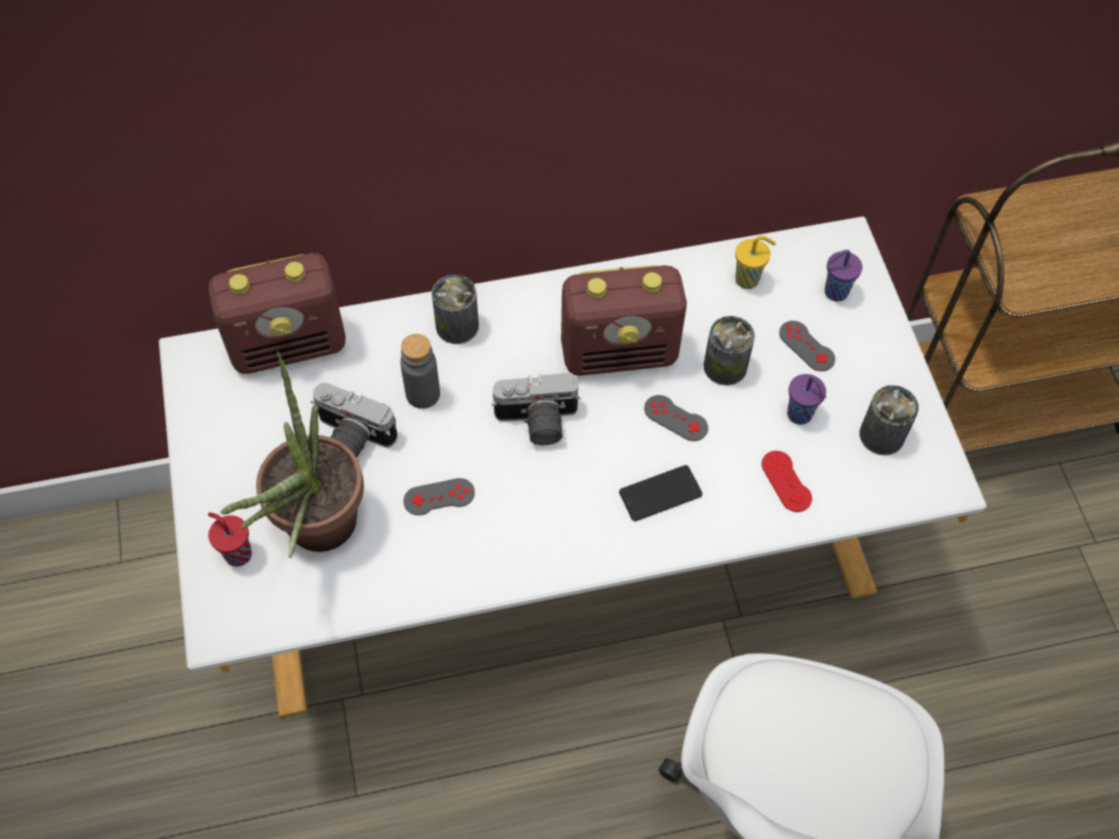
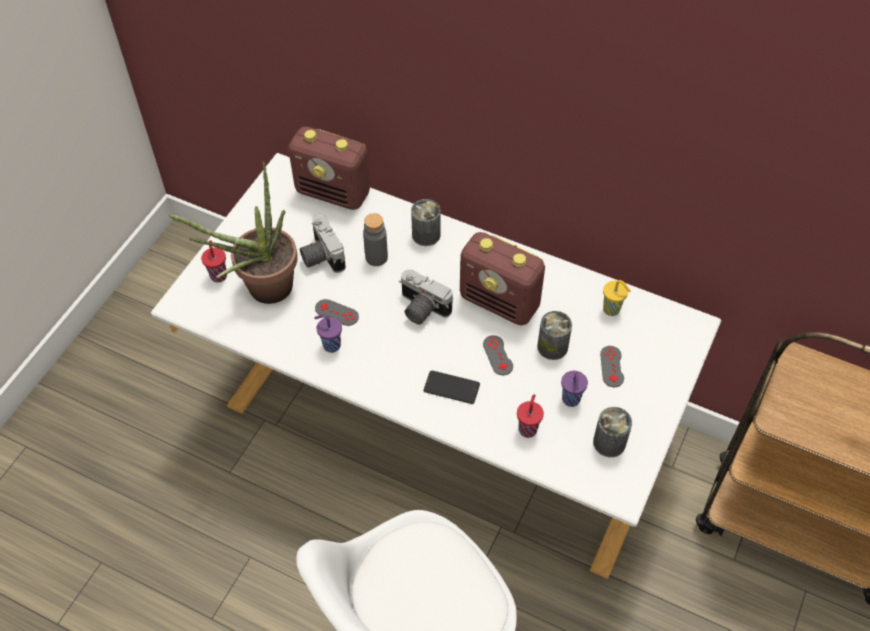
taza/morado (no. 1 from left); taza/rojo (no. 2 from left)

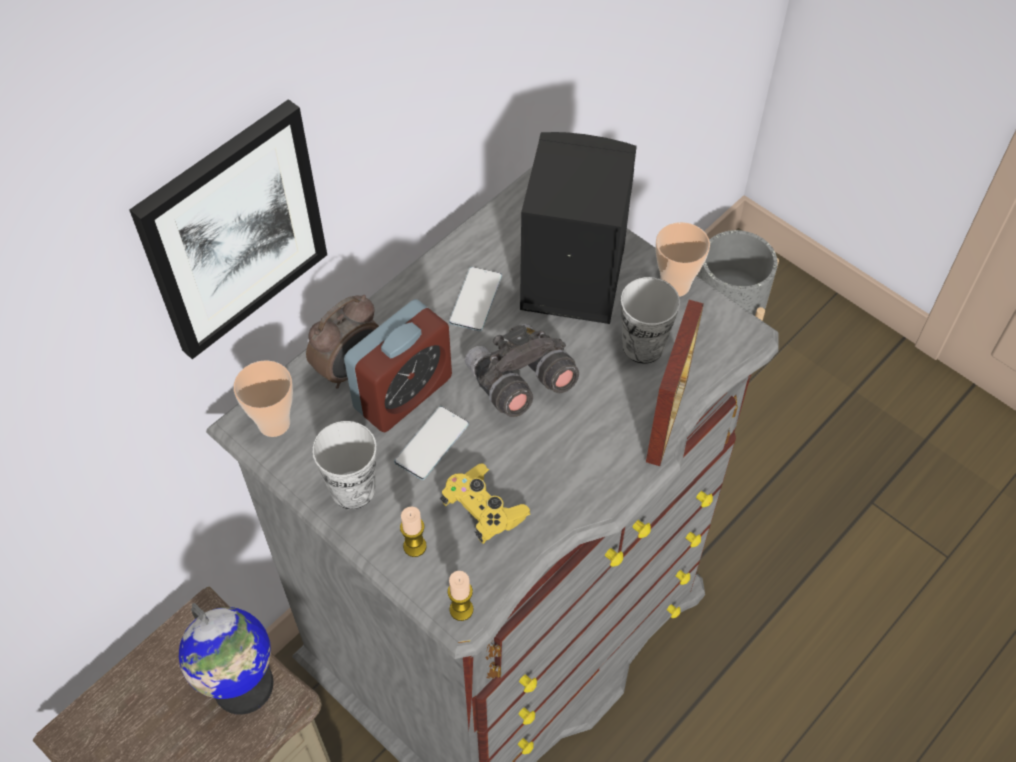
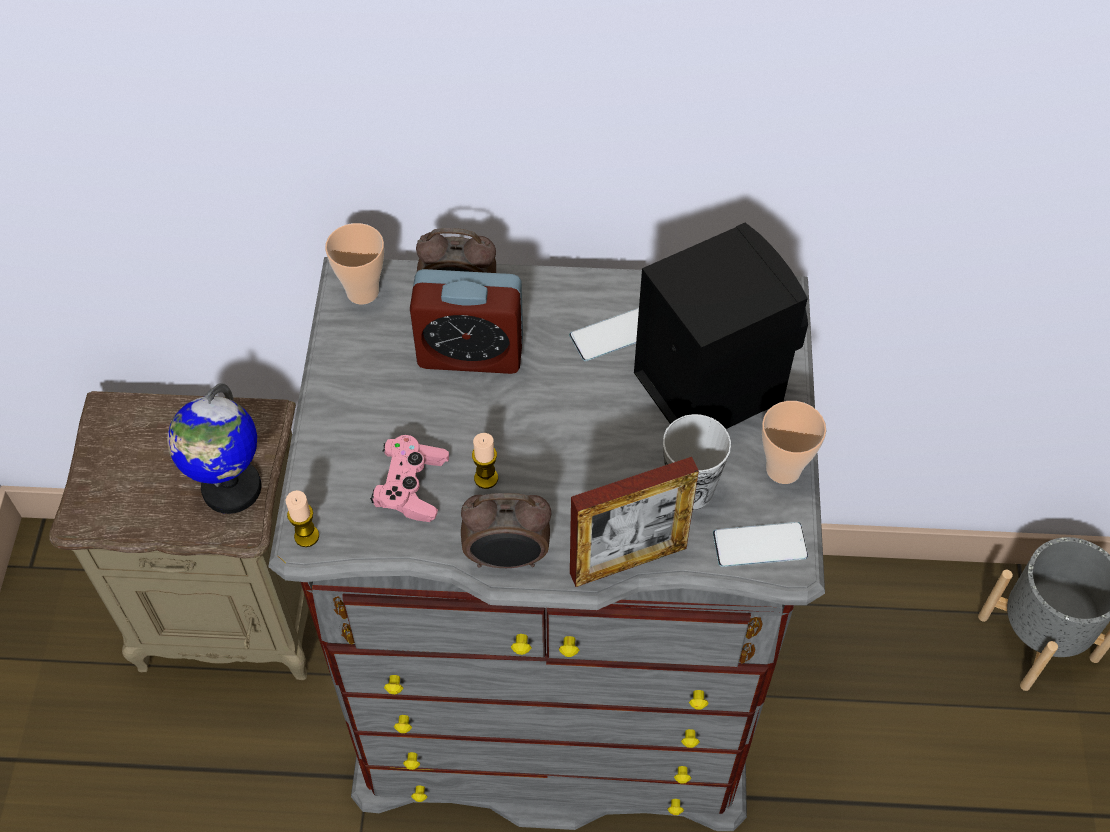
mando de consola/rosa; despertador (no. 3 from left); vela (no. 2 from left); móvil (no. 2 from left); cuadro; taza (no. 2 from left in the first image); prismáticos/gris

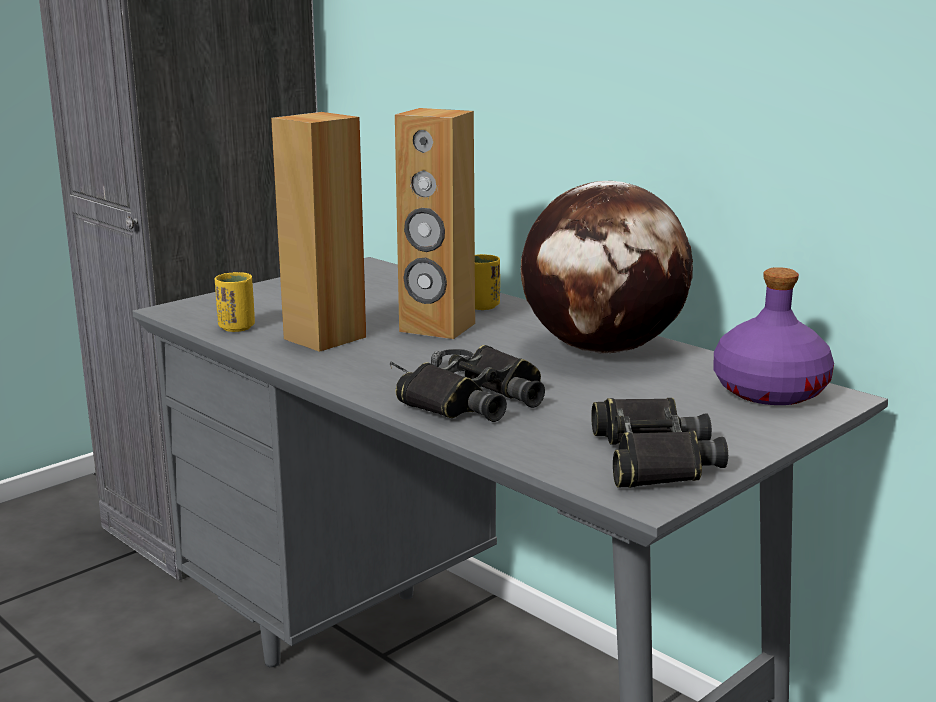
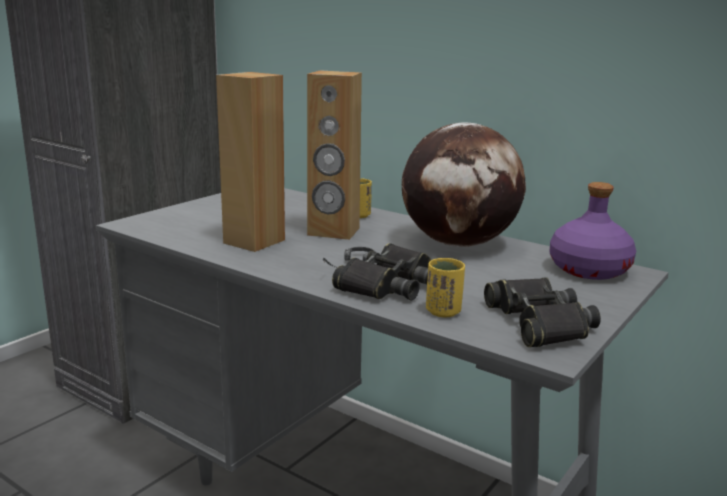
taza/amarillo (no. 2 from left)

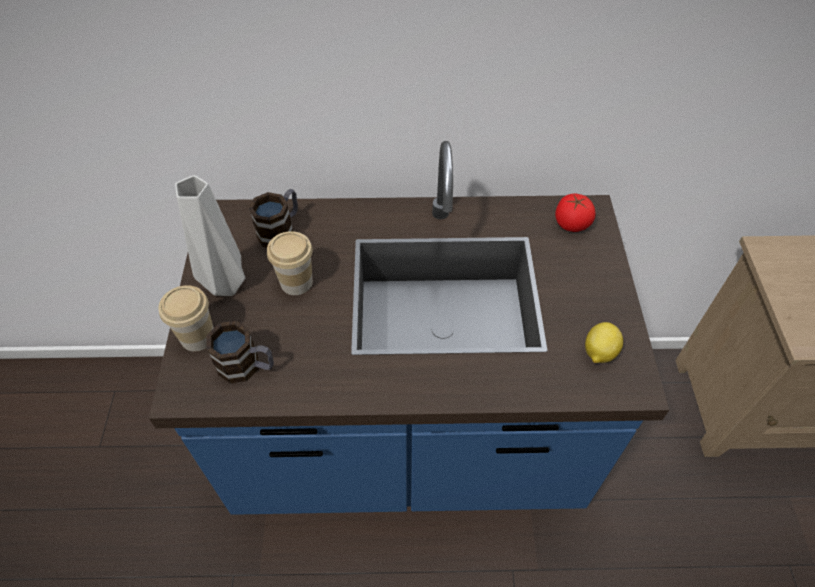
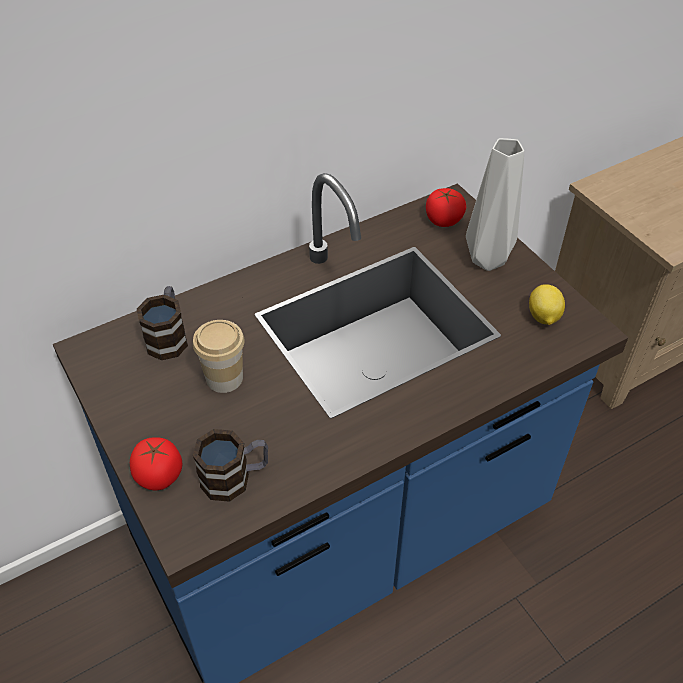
tomate (no. 1 from left); florero/gris

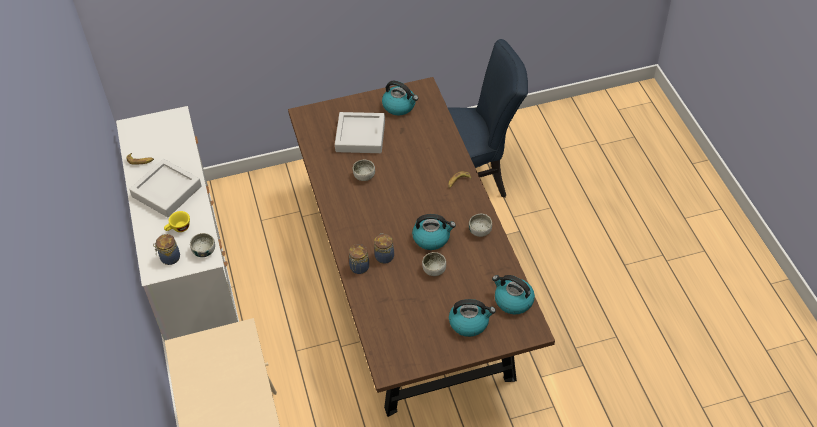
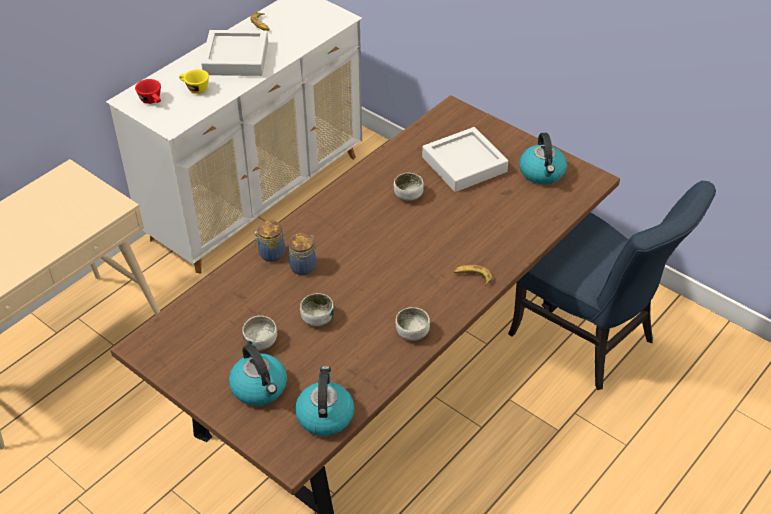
taza/rojo; cuenco (no. 1 from left); hervidor (no. 2 from left in the first image)

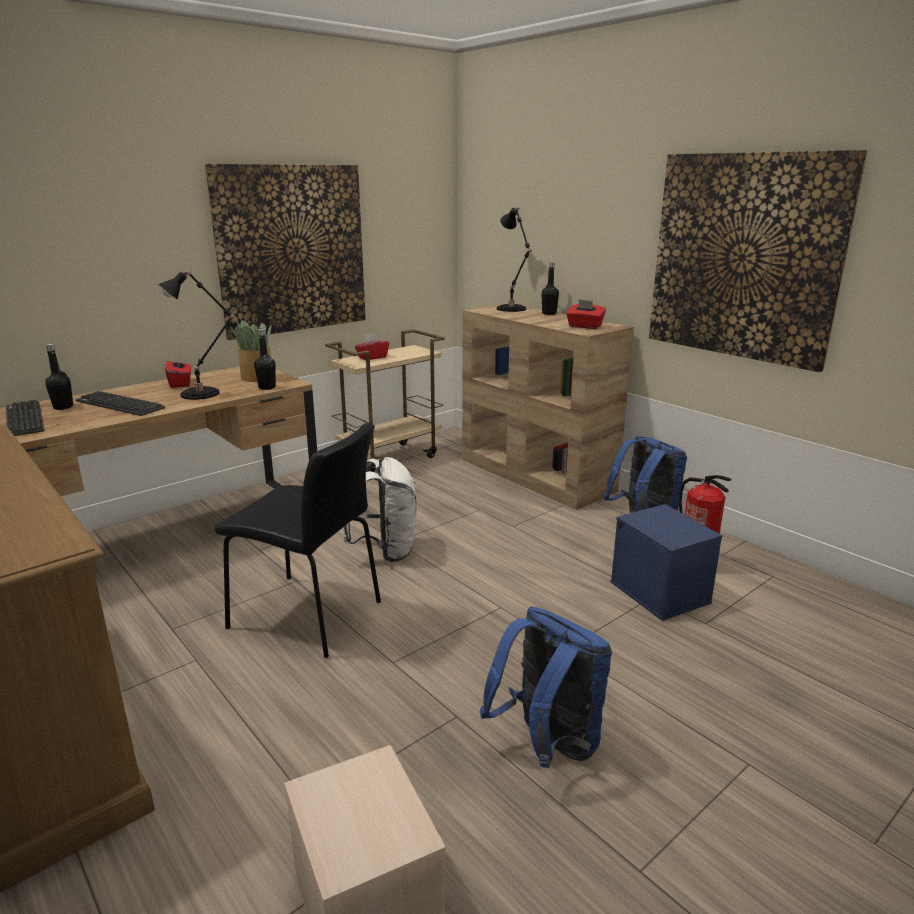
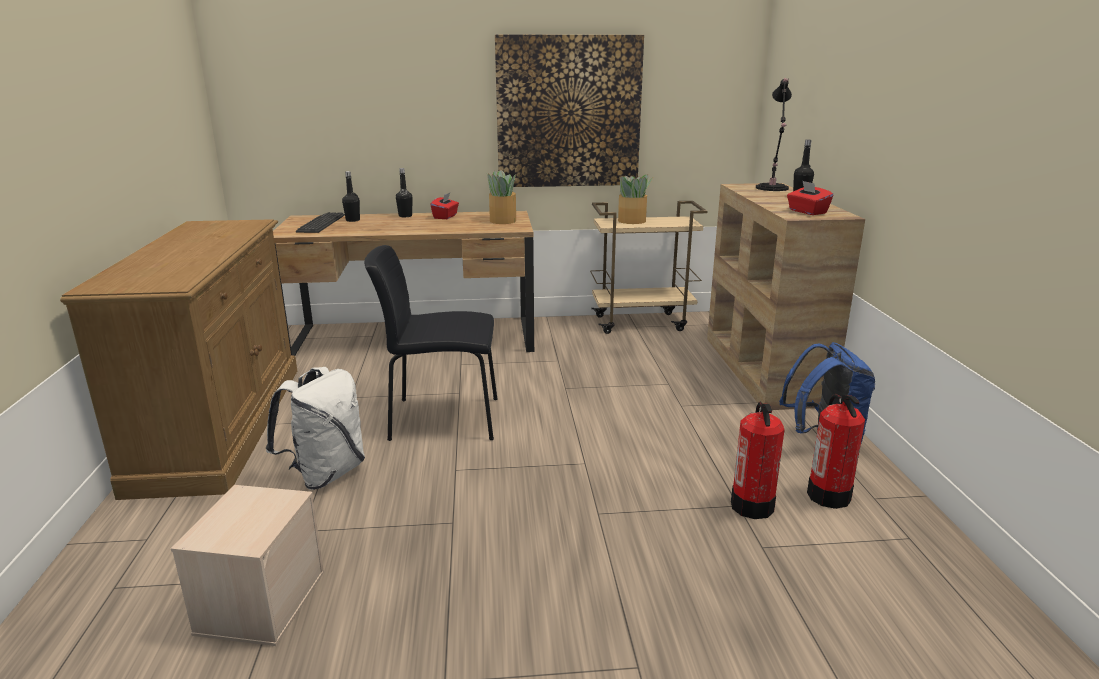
mochila/blanco; silla/negro; botella/negro (no. 2 from left); planta en maceta (no. 2 from left); extintor (no. 1 from left); teclado (no. 2 from left in the first image); lámpara de mesa/negro (no. 1 from left in the first image); mochila/azul (no. 1 from left in the first image); cuadro (no. 2 from left in the first image)

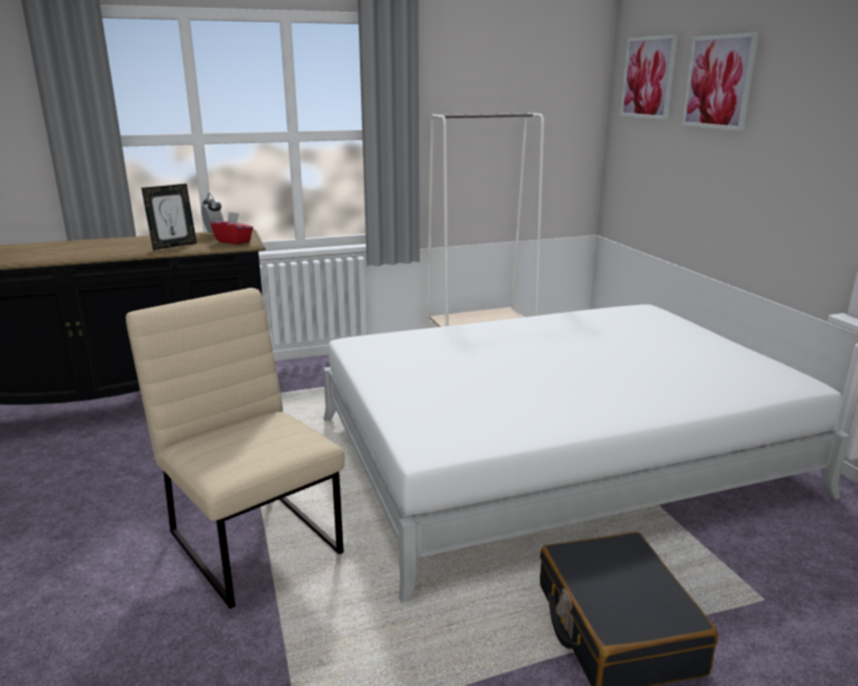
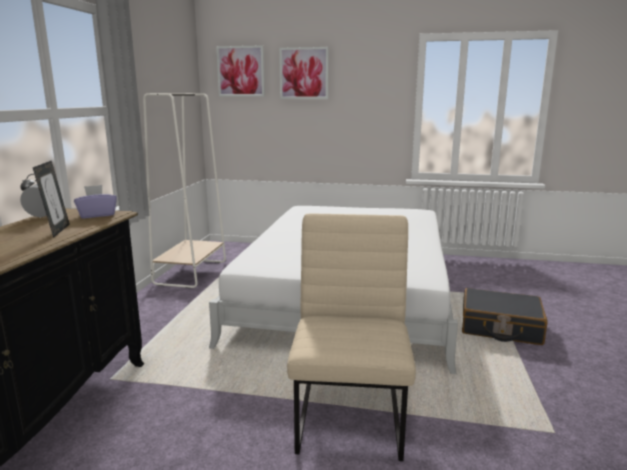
caja de pañuelos/morado; silla/beis

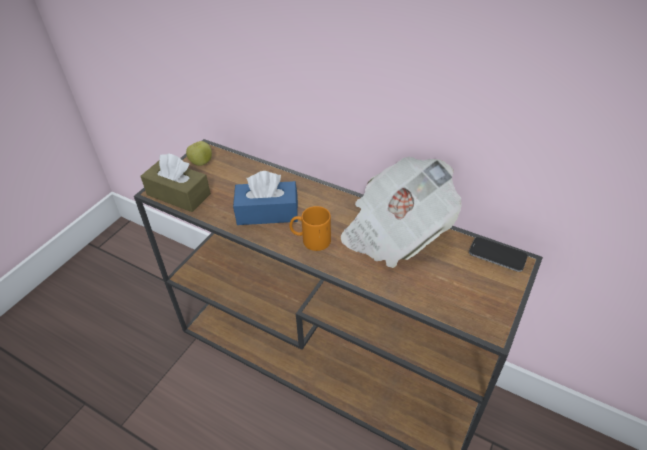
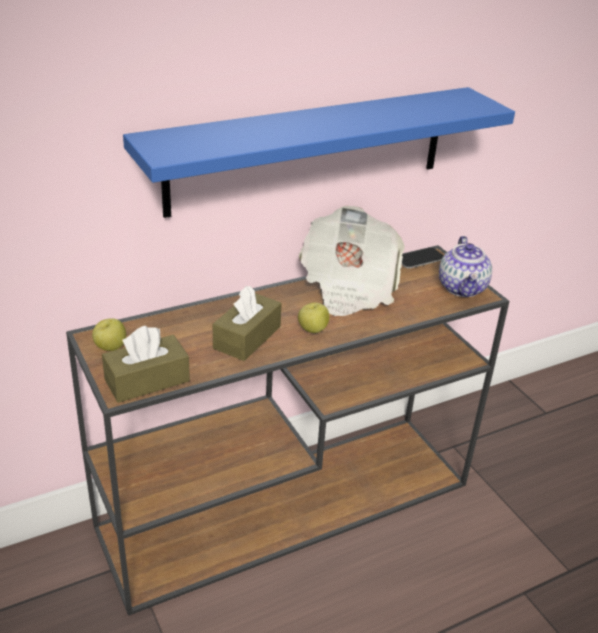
estante/azul; caja de pañuelos/marrón (no. 2 from left); manzana (no. 2 from left); tetera

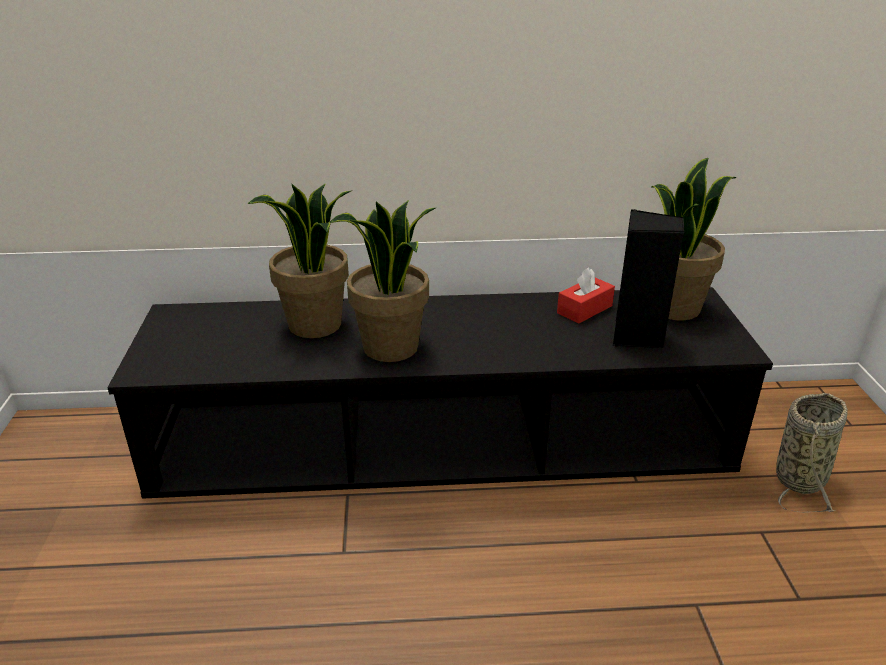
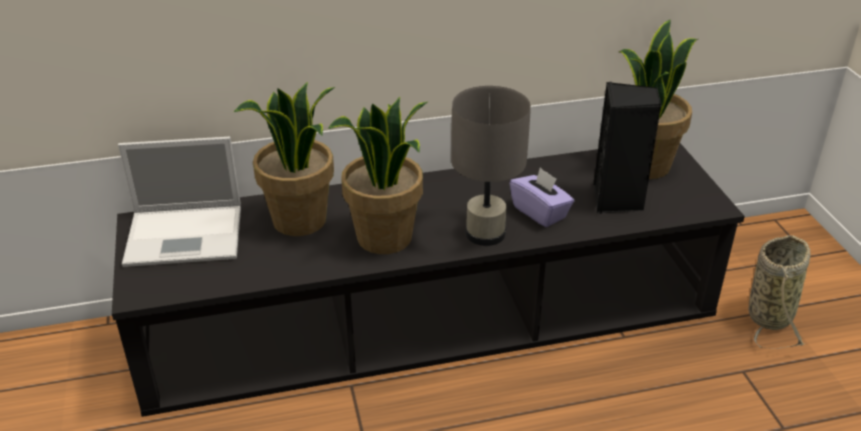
portátil; lámpara de mesa/gris; caja de pañuelos/morado; caja de pañuelos/rojo

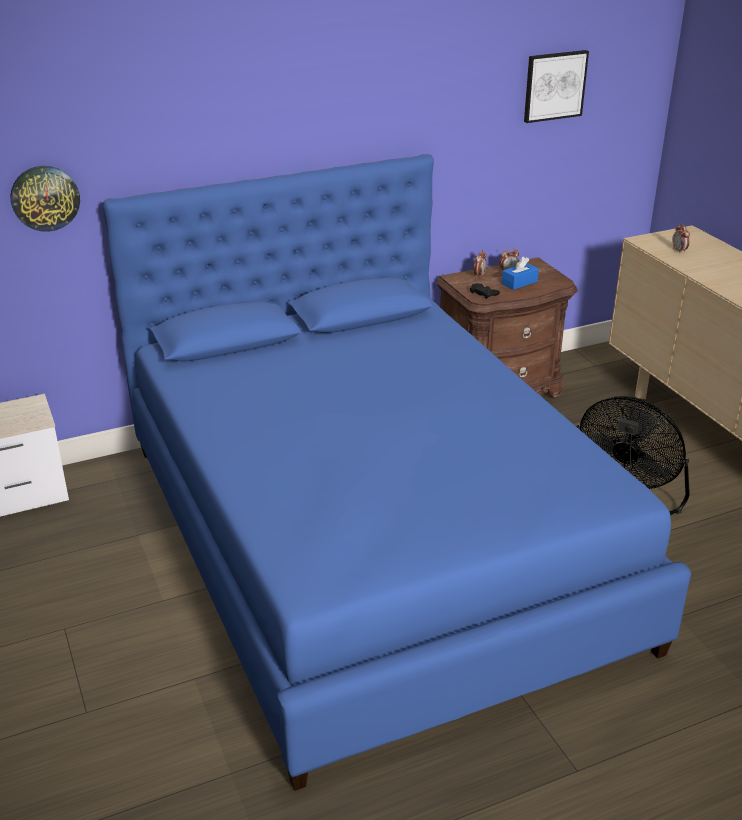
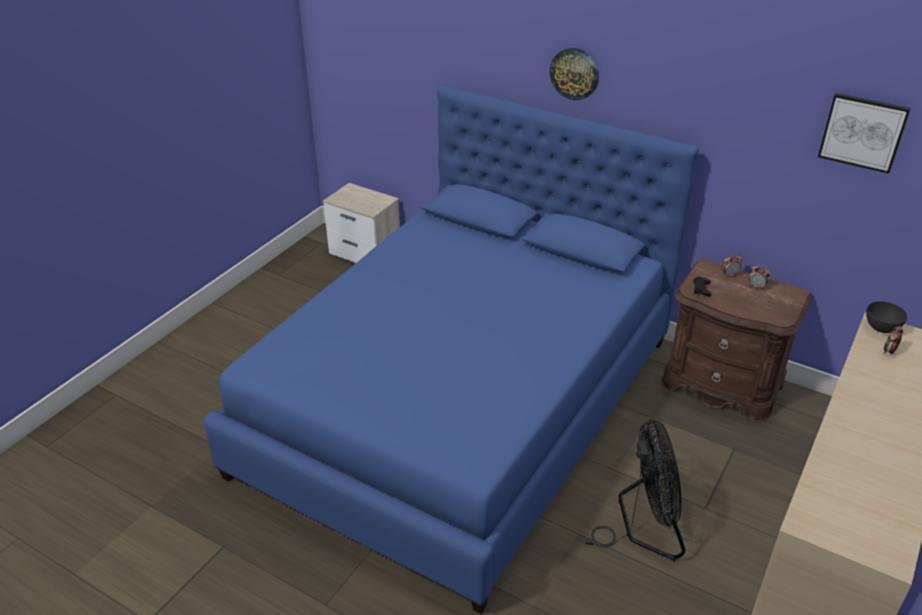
reloj de pared; cuenco/gris; caja de pañuelos/azul

